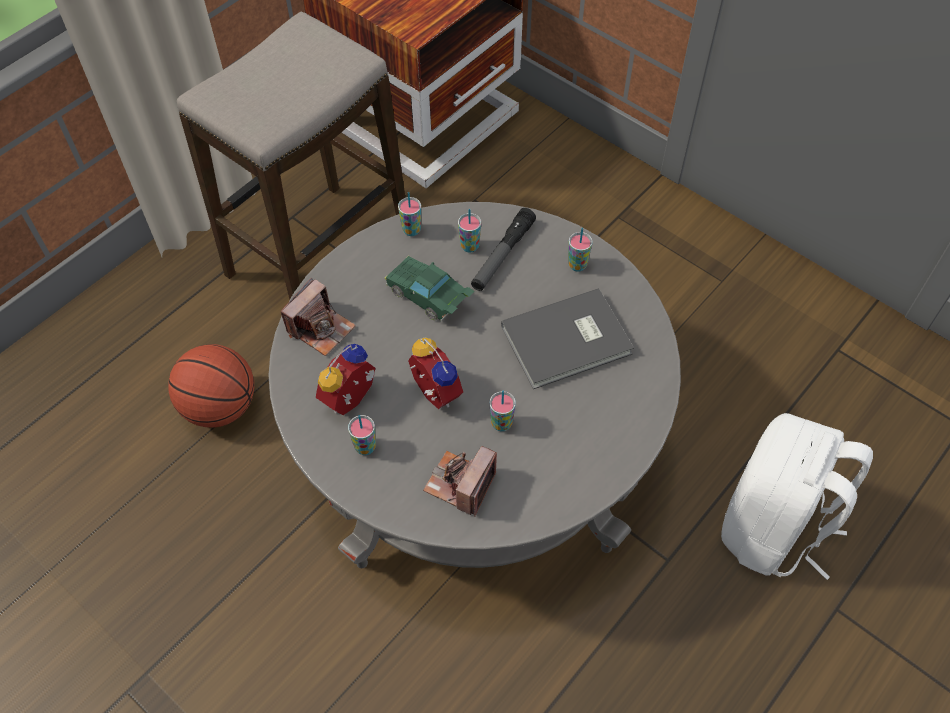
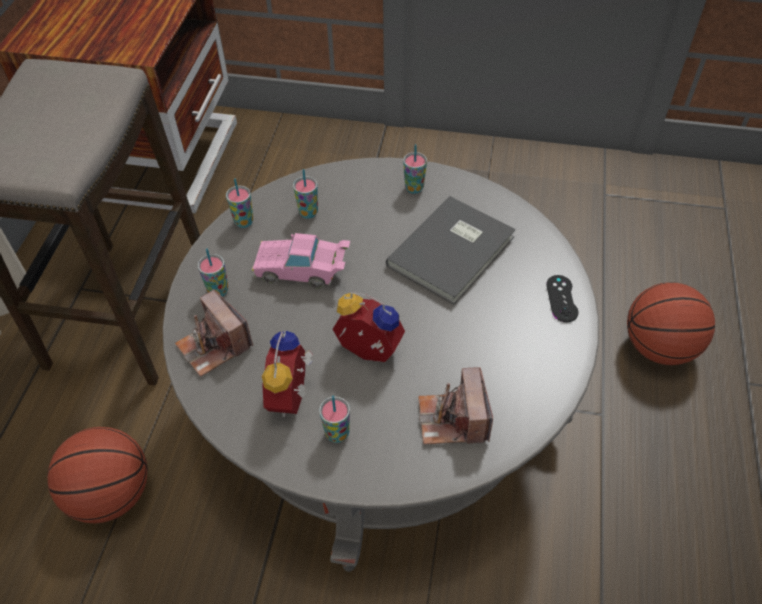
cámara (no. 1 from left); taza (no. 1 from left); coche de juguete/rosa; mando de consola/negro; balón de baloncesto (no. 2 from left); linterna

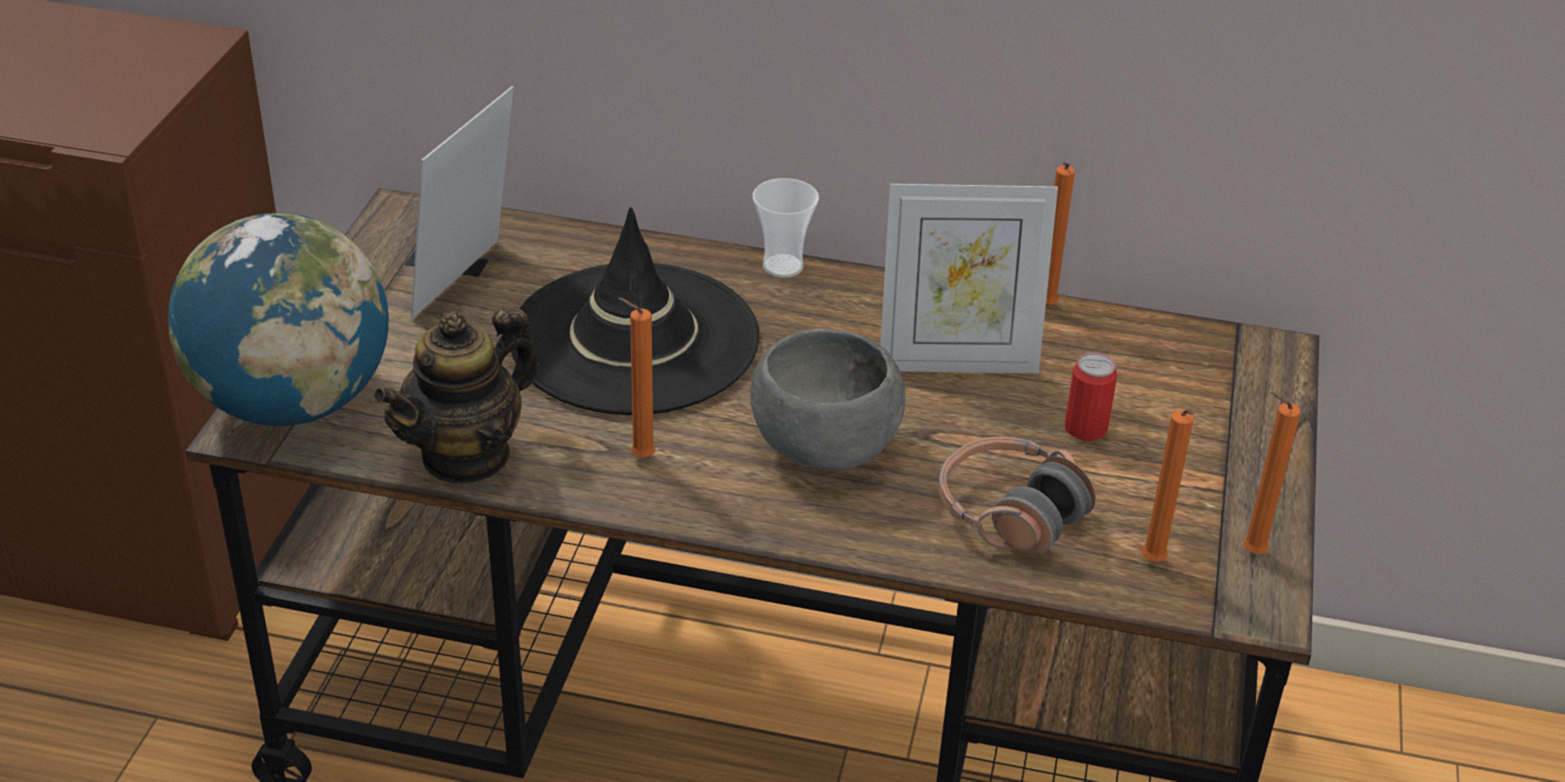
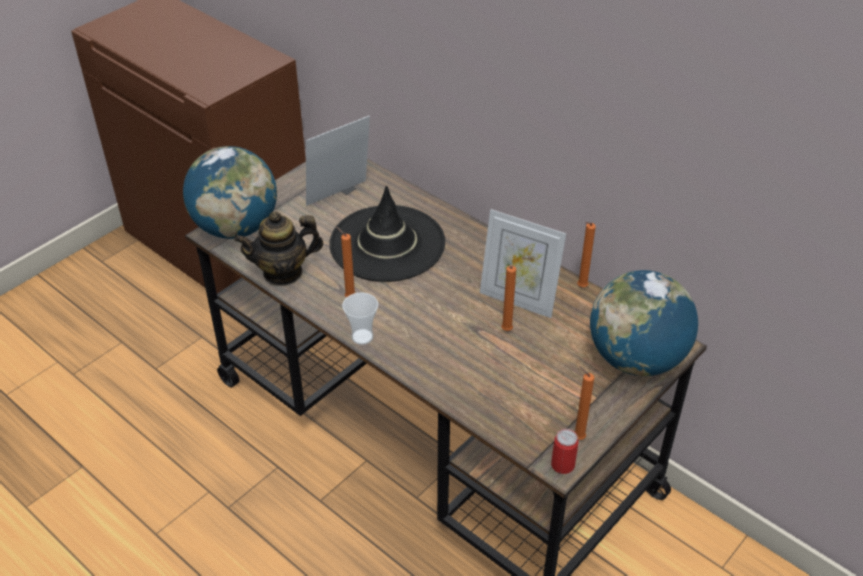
taza; vela/naranja (no. 2 from left); lata; globo terráqueo (no. 2 from left); cuenco/gris; auriculares

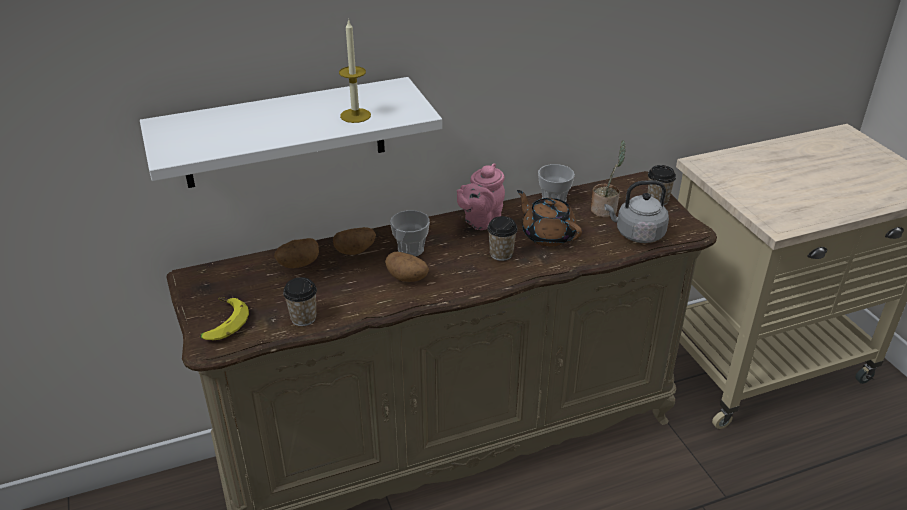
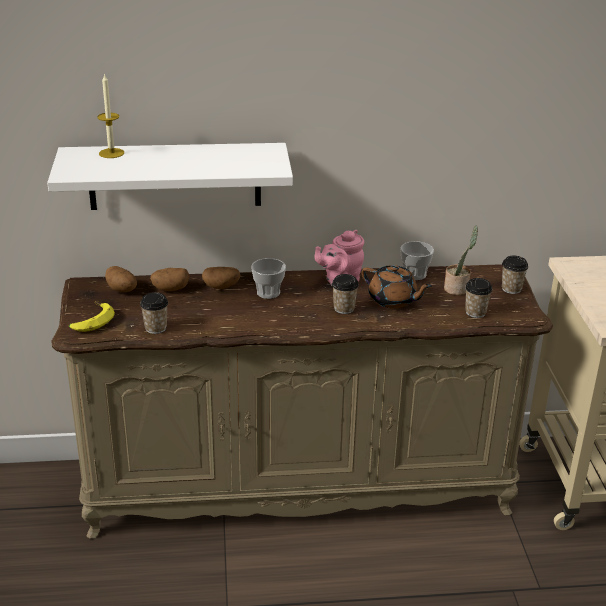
vela; patata (no. 1 from left); tetera/marrón; taza (no. 5 from left)

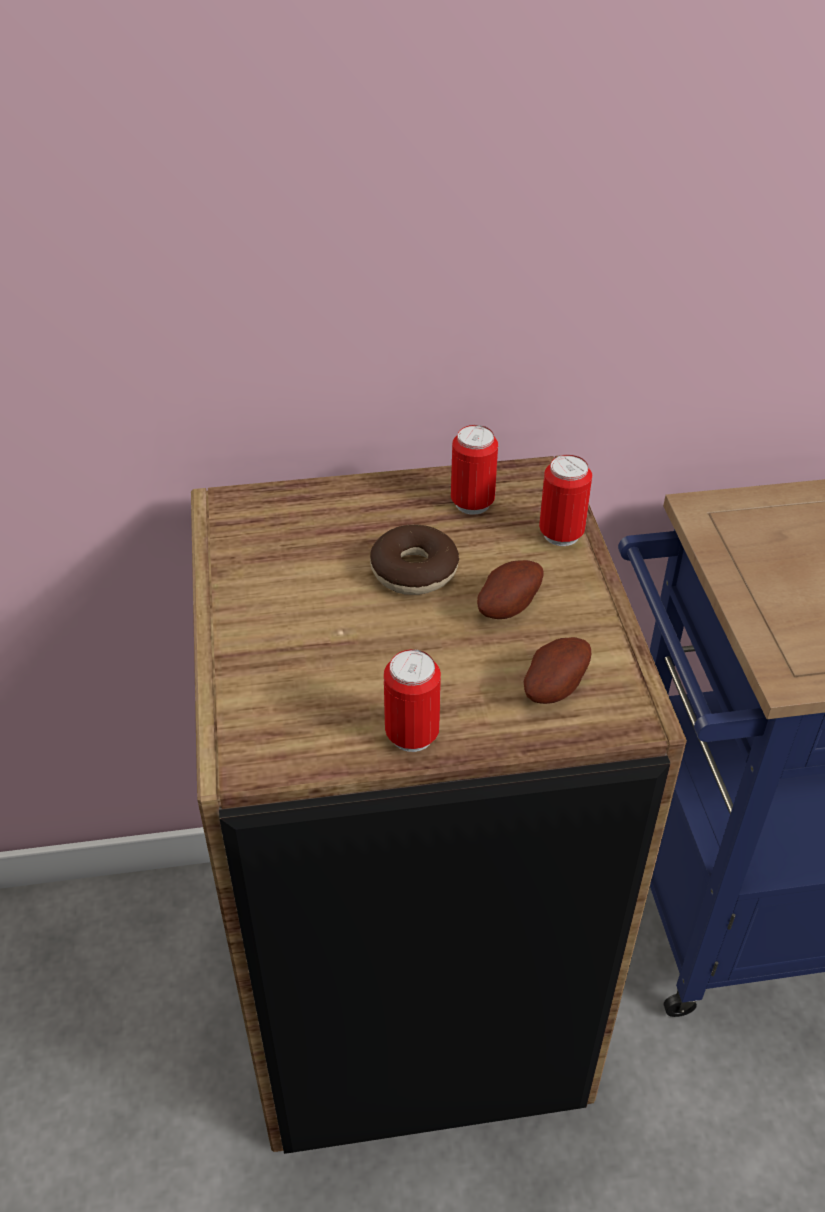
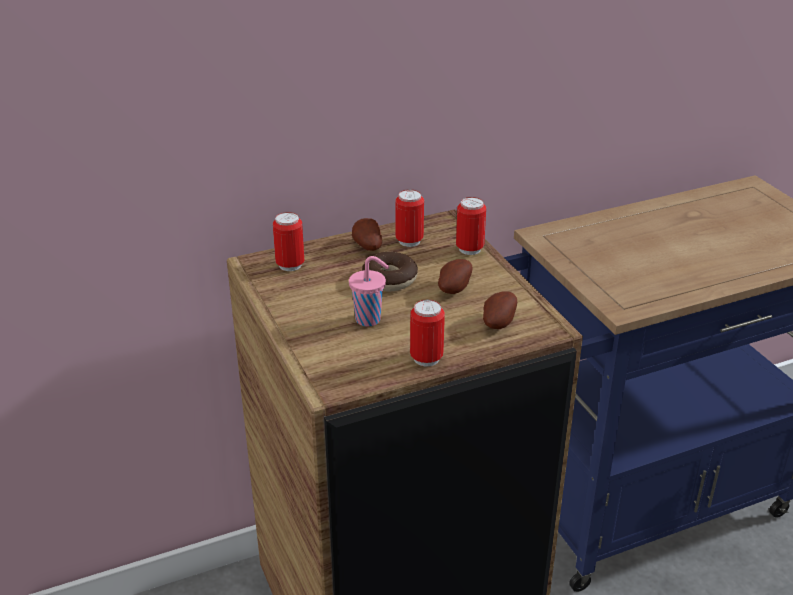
lata (no. 1 from left); taza/rosa; patata (no. 1 from left)

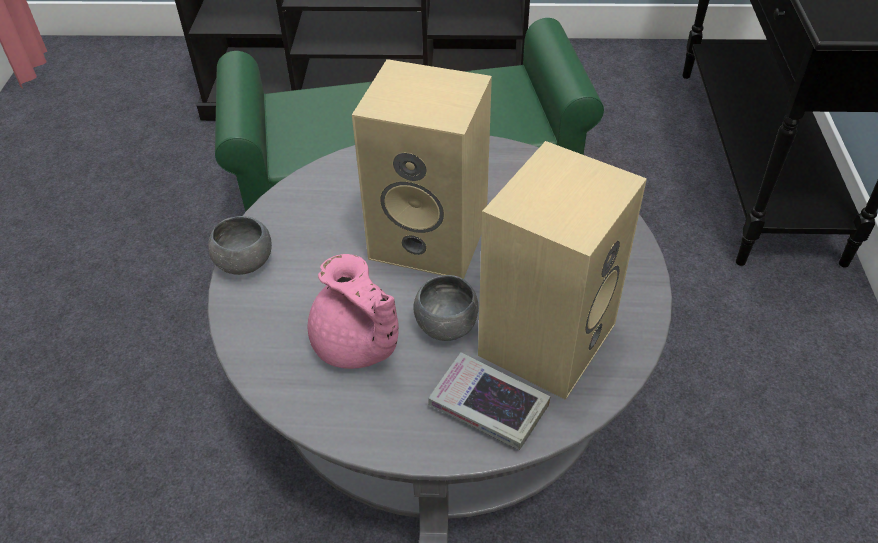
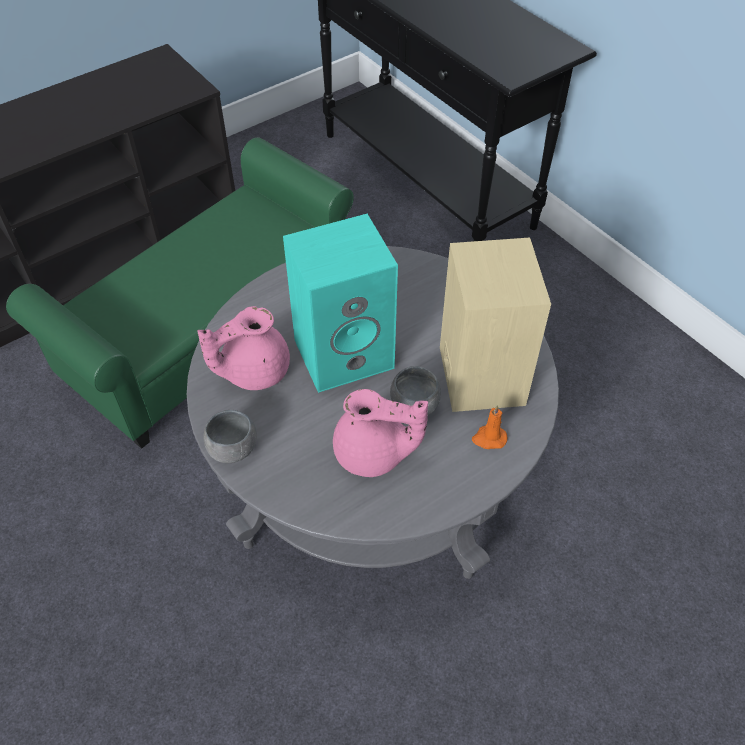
tetera/rosa (no. 1 from left); altavoz/turquesa; vela/naranja

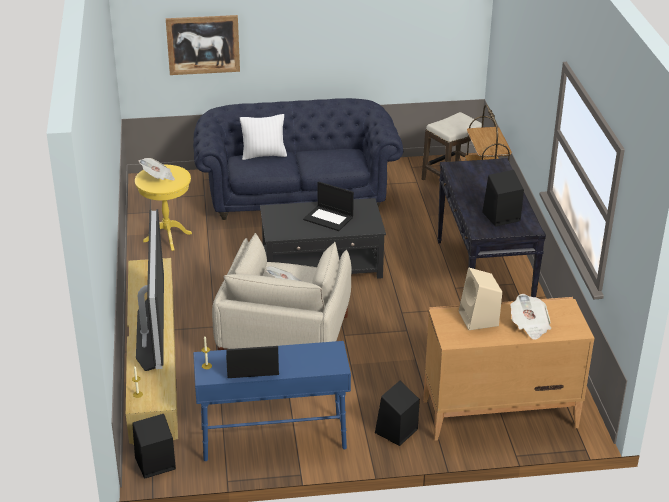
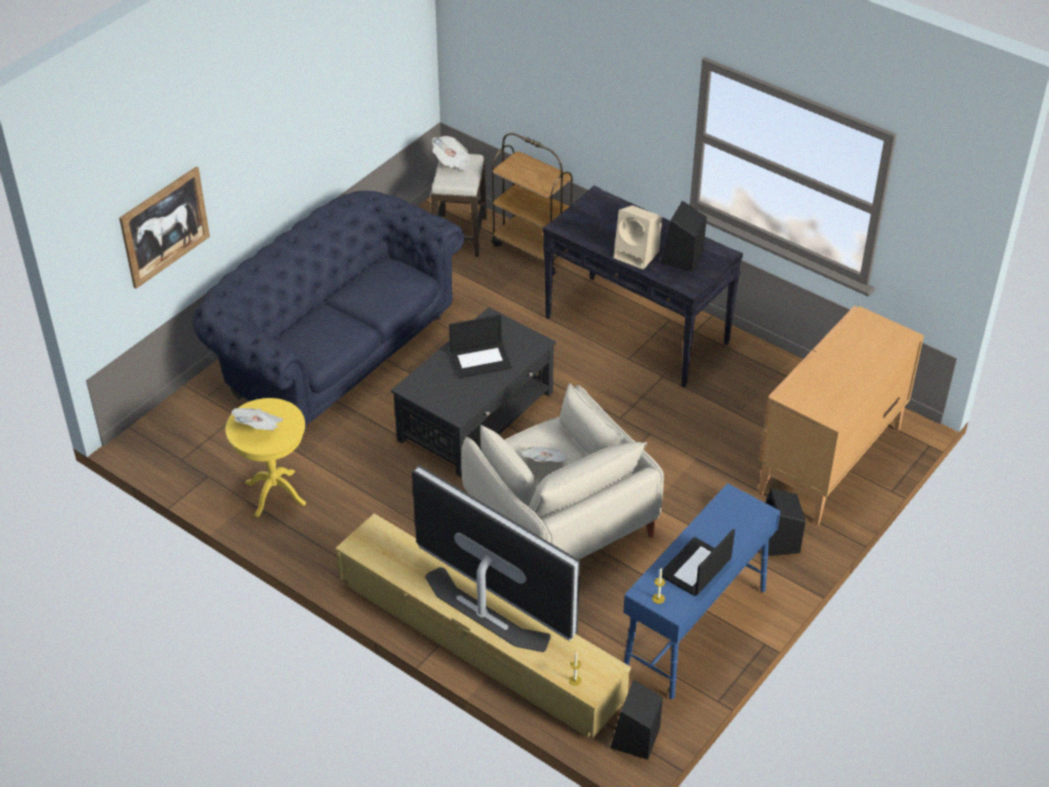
periódico (no. 2 from left); altavoz/beis; cojín/blanco

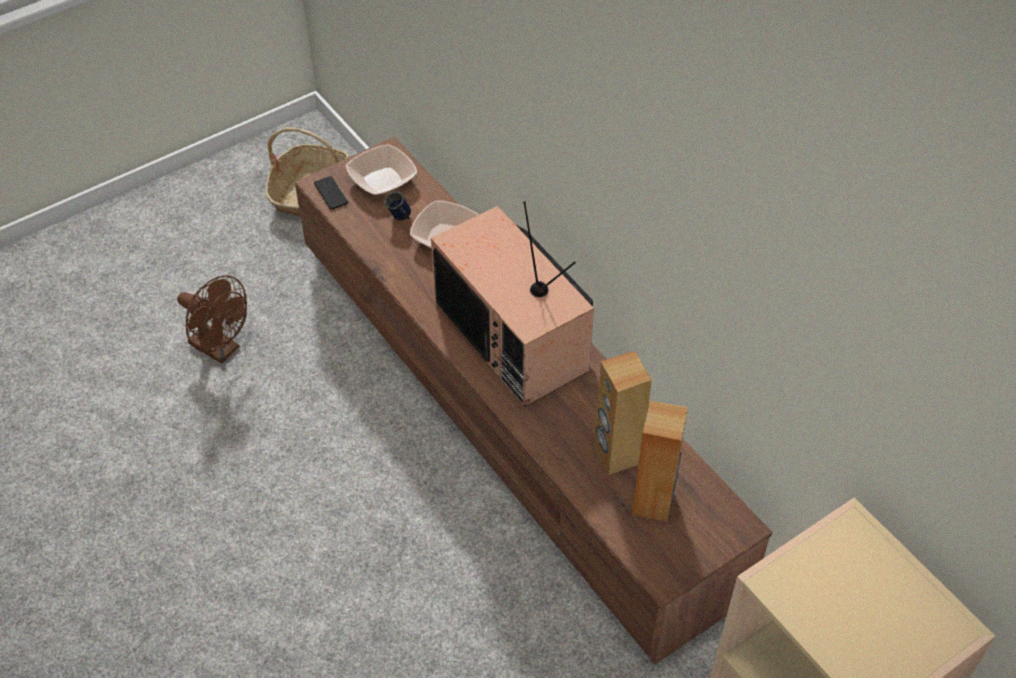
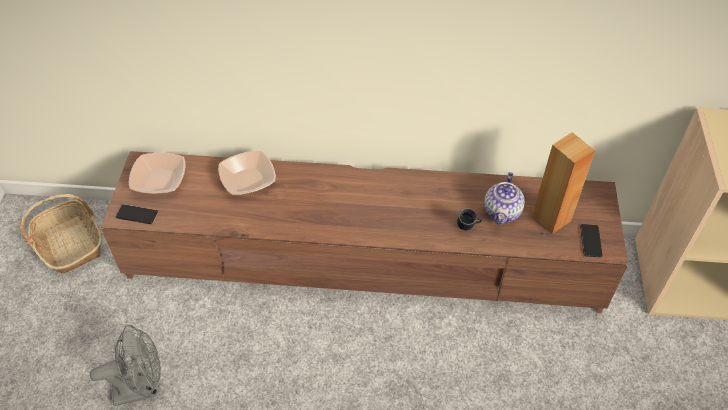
ventilador/gris; taza grande/azul; tetera; móvil (no. 2 from left); televisor

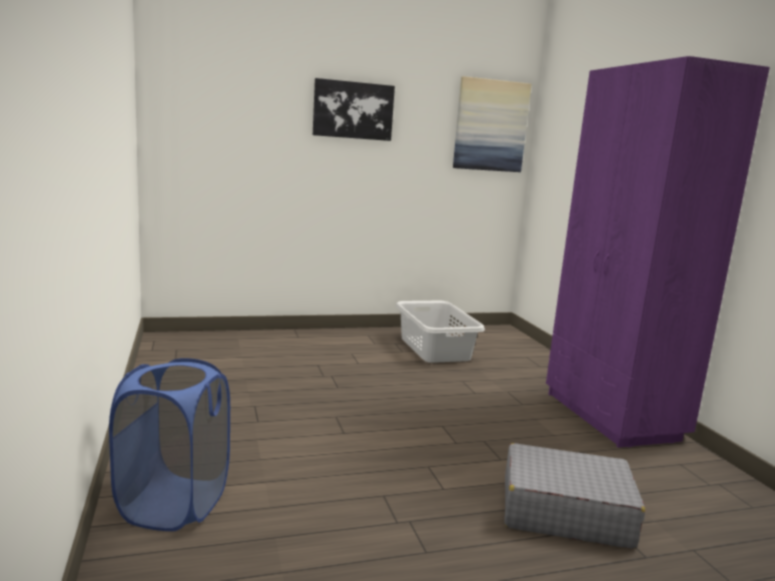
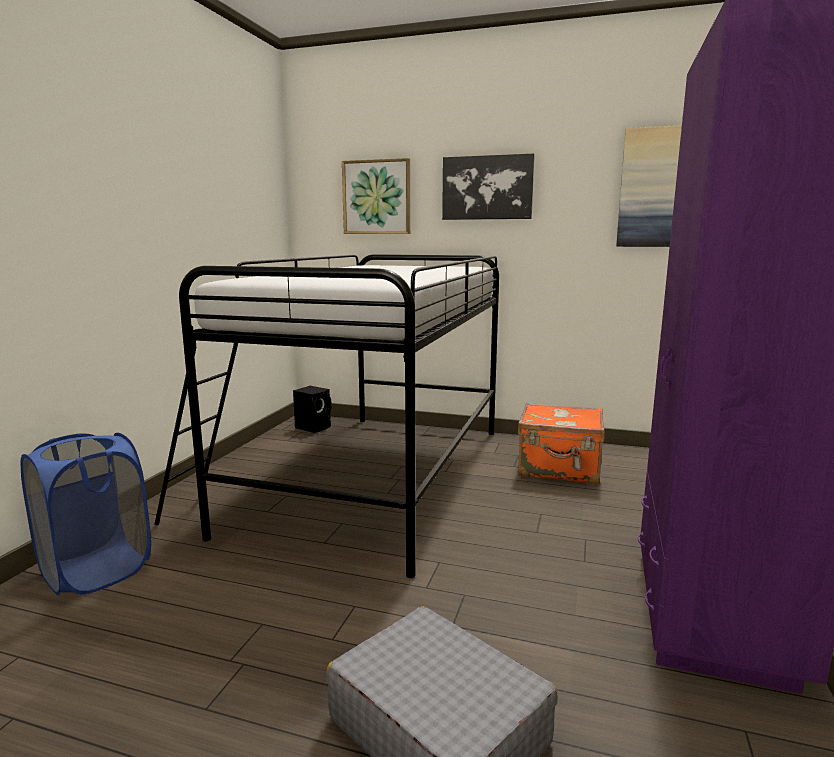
cama/negro; altavoz/negro; cuadro (no. 1 from left); maleta/naranja

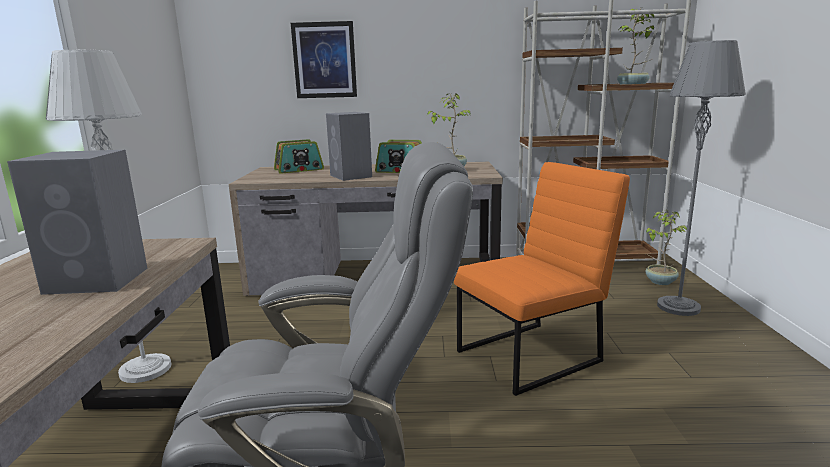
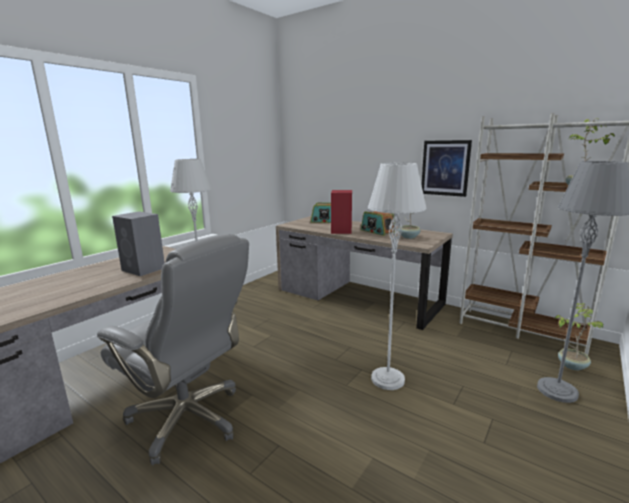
altavoz/rojo; lámpara de pie/gris (no. 2 from left); cuadro

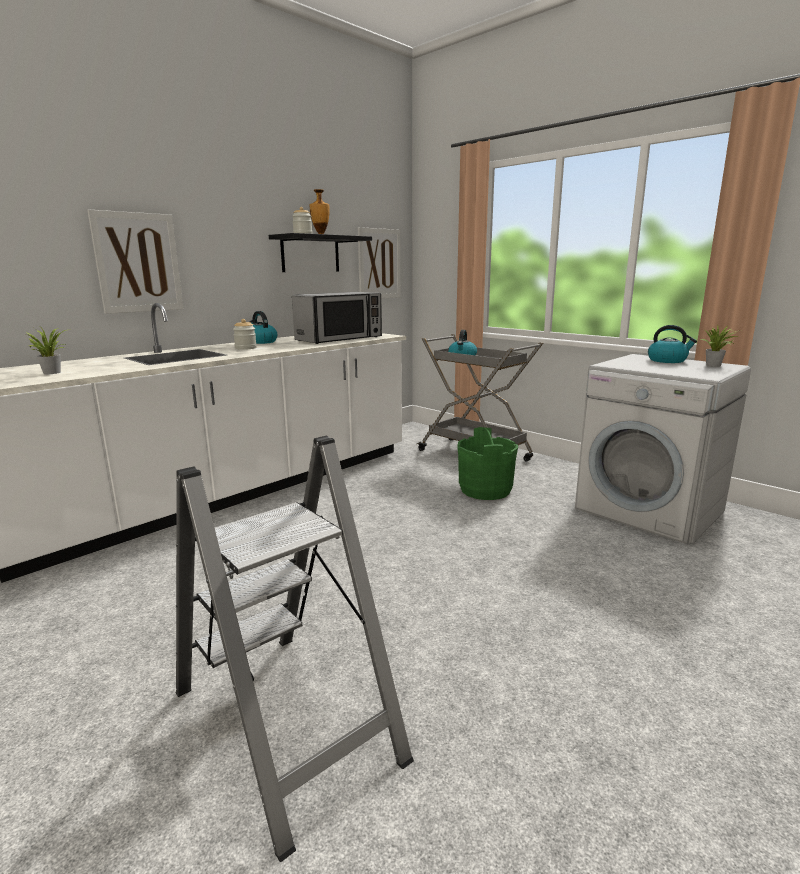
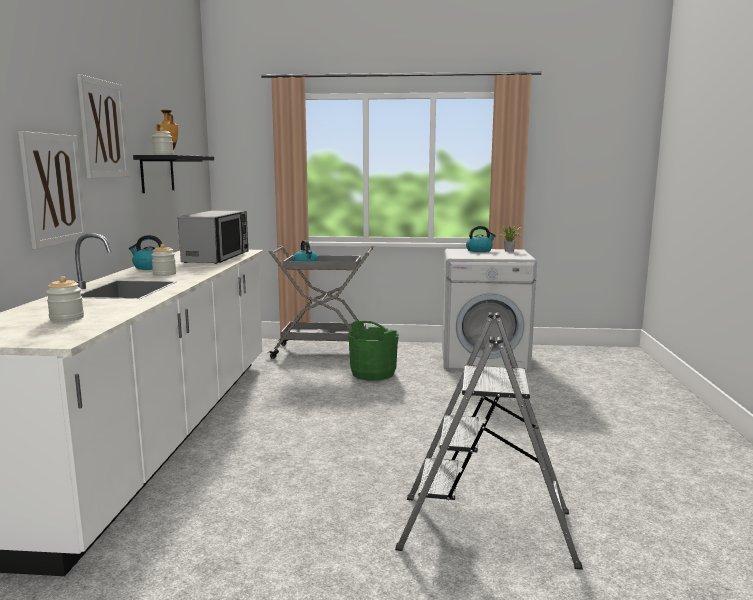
tarro (no. 1 from left); cuadro (no. 2 from left)

